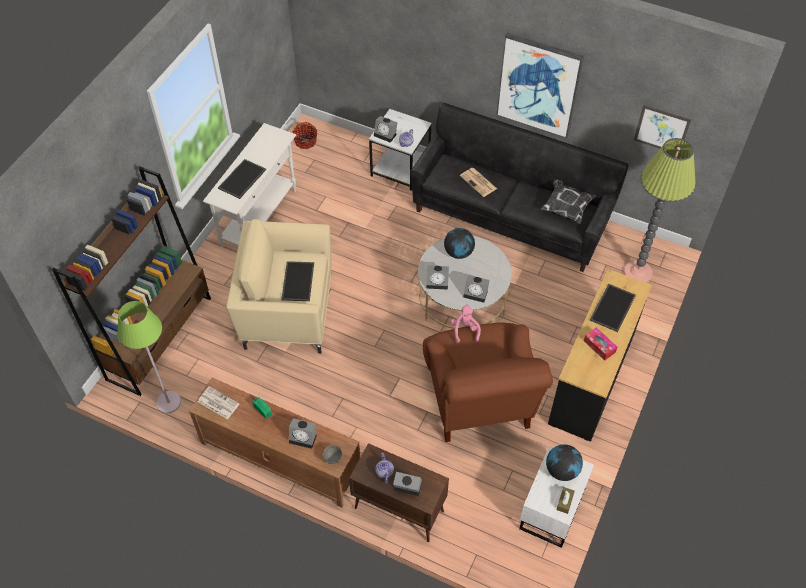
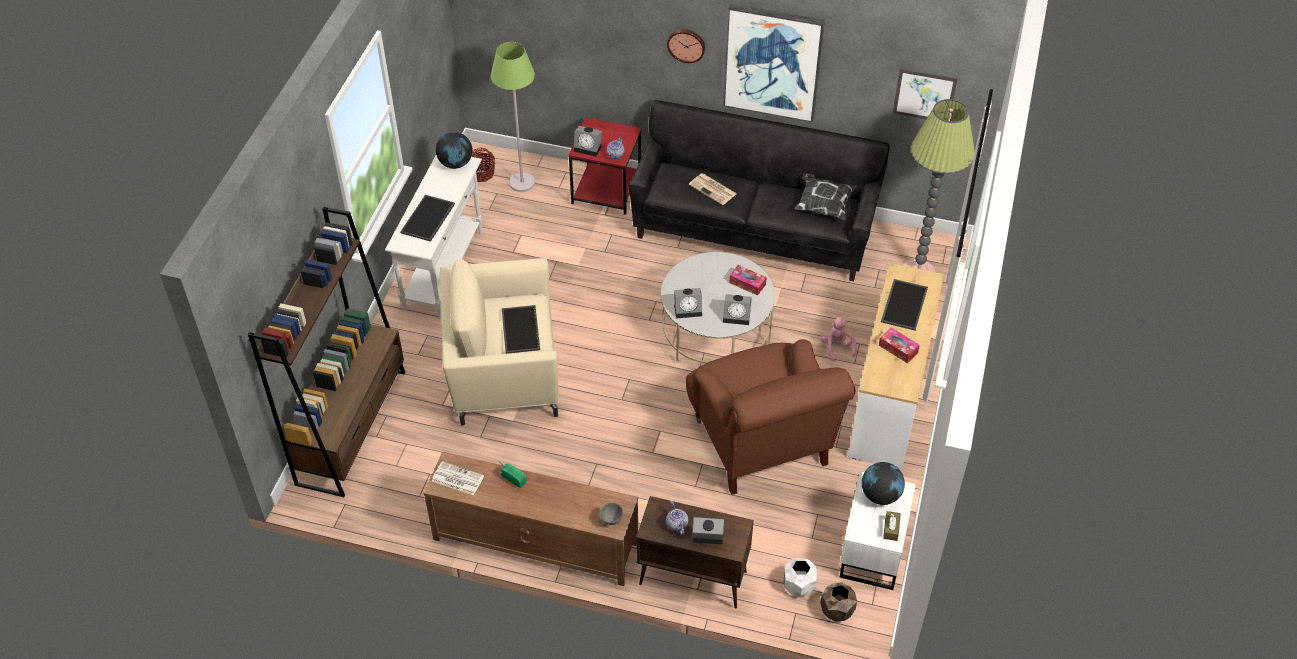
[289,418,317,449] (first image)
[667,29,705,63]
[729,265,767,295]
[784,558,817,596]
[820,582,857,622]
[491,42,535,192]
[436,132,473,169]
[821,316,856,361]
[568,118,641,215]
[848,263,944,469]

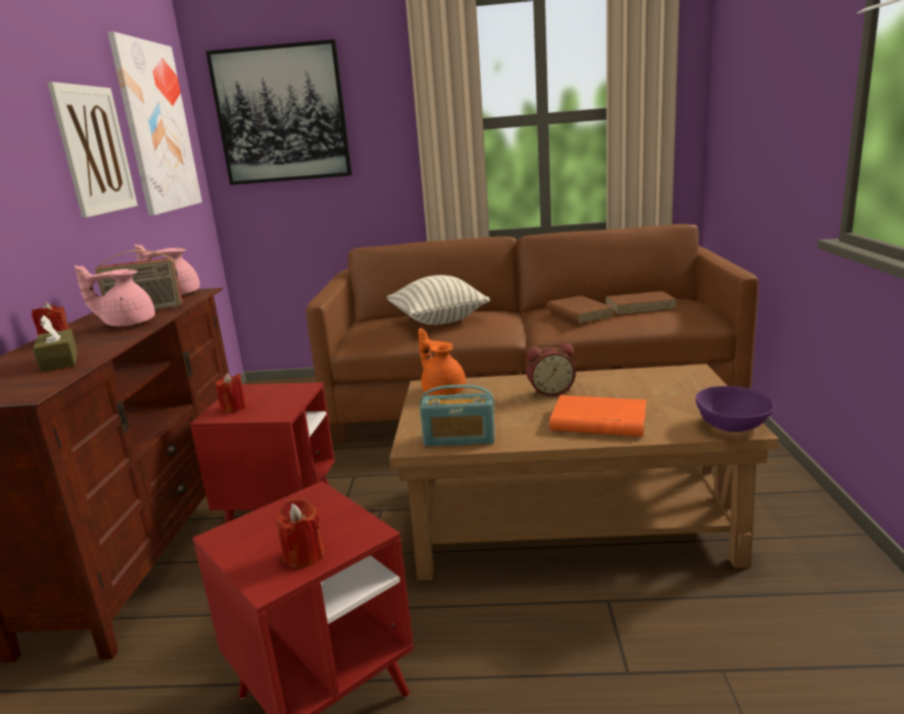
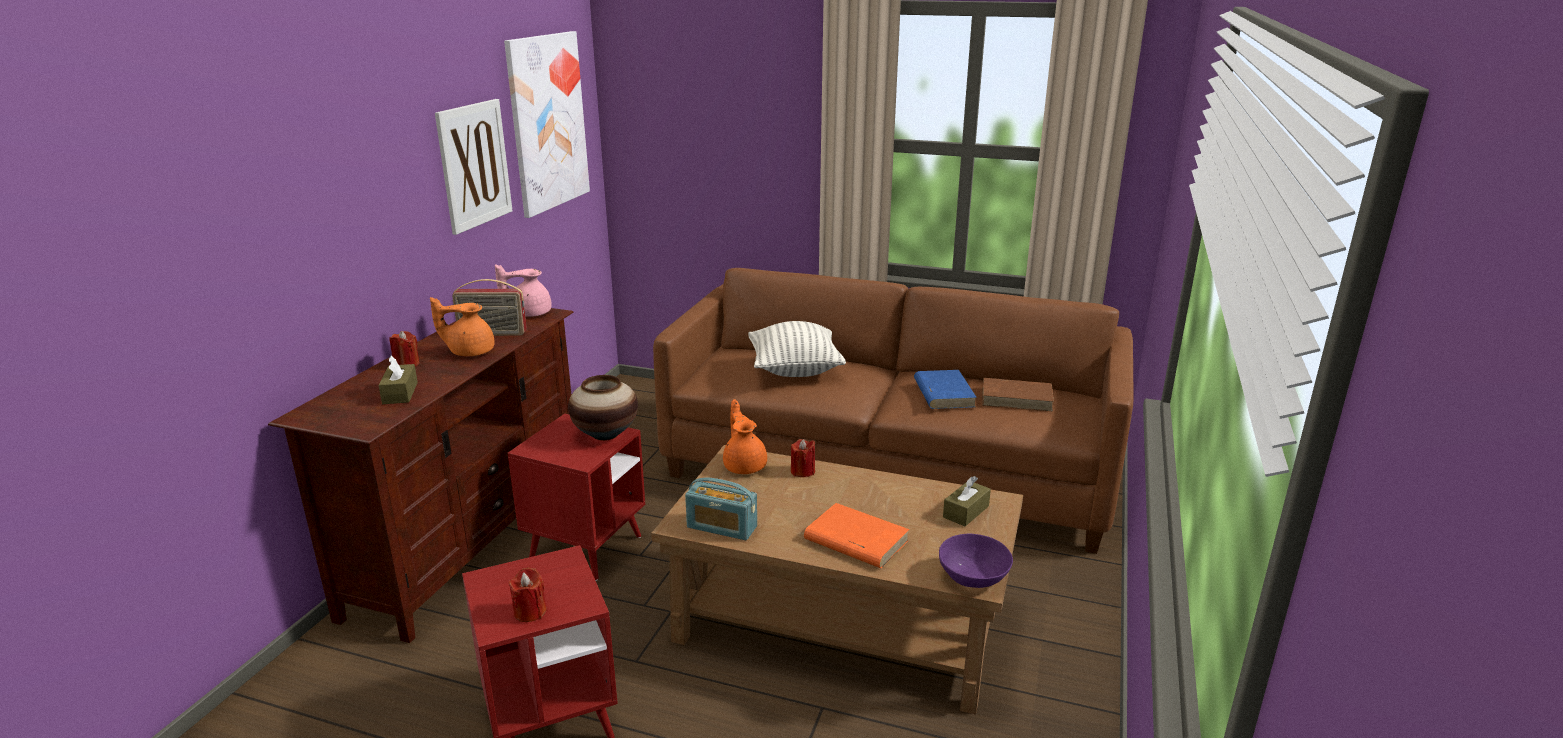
[206,39,352,185] (first image)
[526,343,576,396] (first image)
[568,375,638,441]
[943,476,991,526]
[791,439,815,477]
[430,297,494,356]
[914,370,977,409]

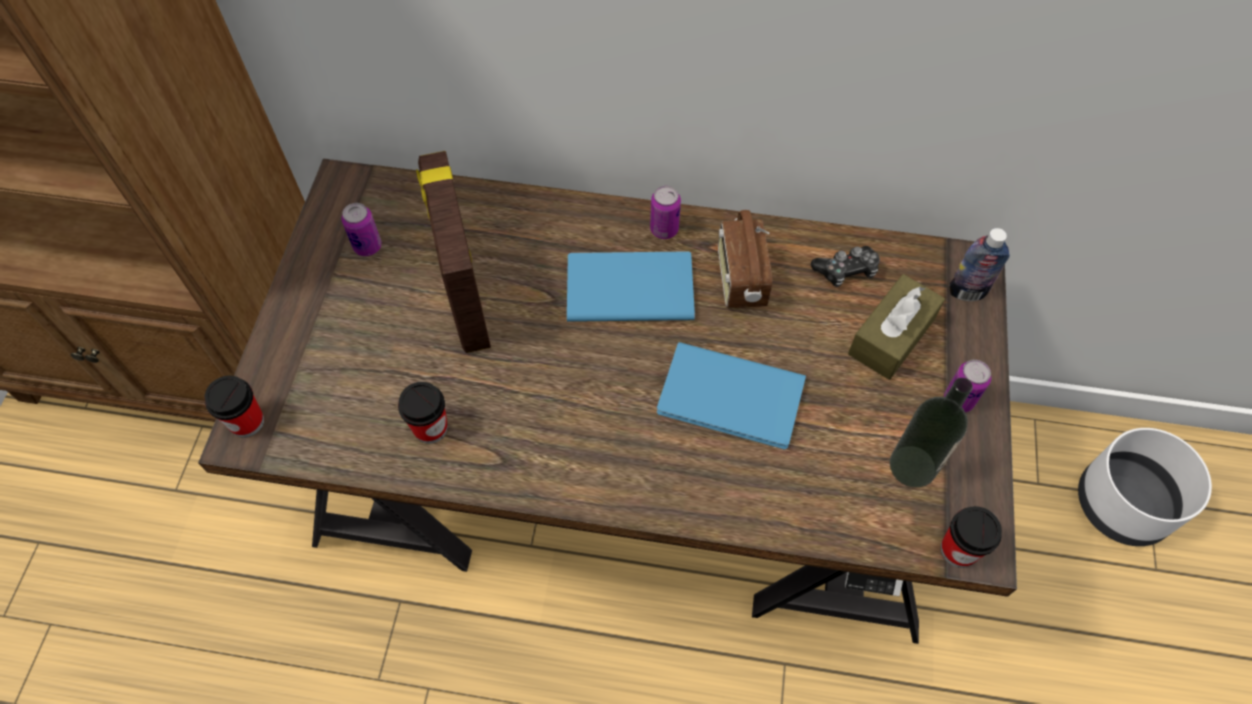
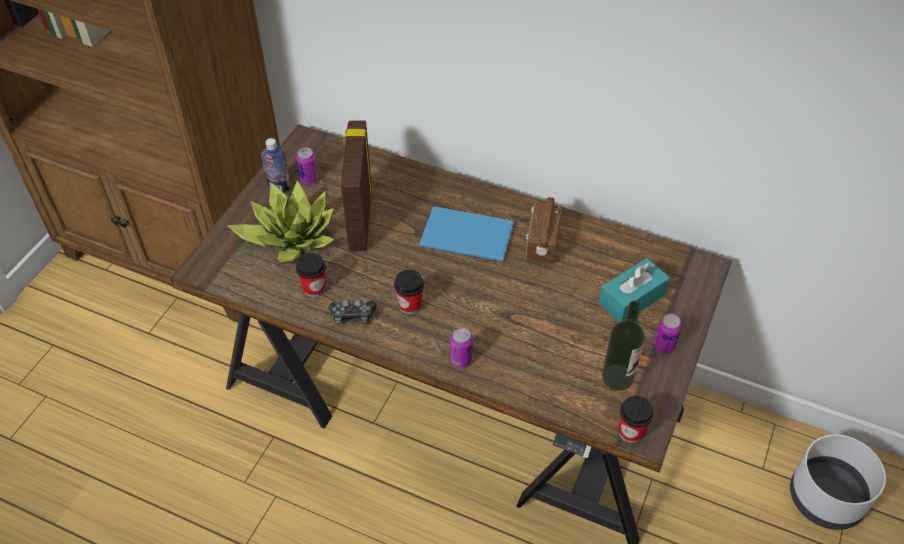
[657,342,806,450] (first image)
[227,180,334,263]
[394,270,424,315]
[450,327,473,368]
[329,299,377,325]
[261,138,291,193]
[598,258,670,322]

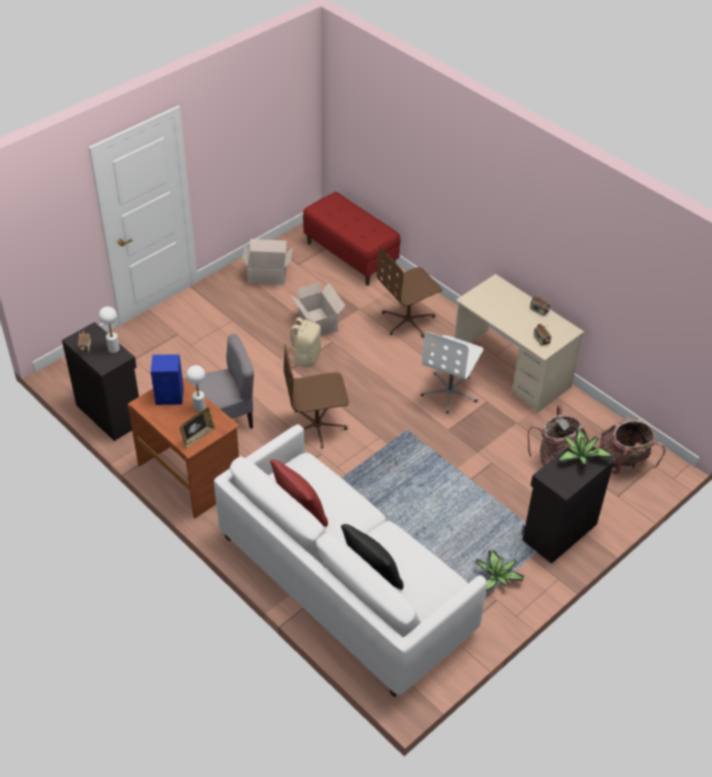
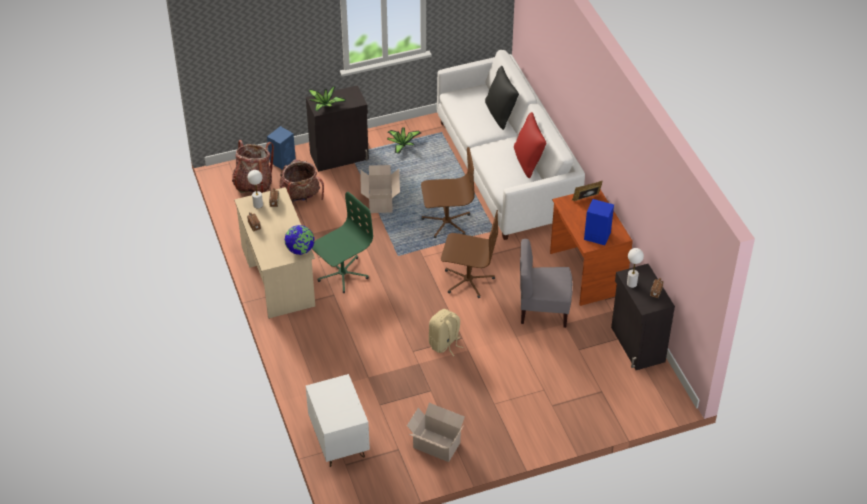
[267,126,296,170]
[285,225,314,255]
[248,170,263,209]
[360,165,400,213]
[421,147,474,238]
[306,374,370,467]
[312,192,373,293]

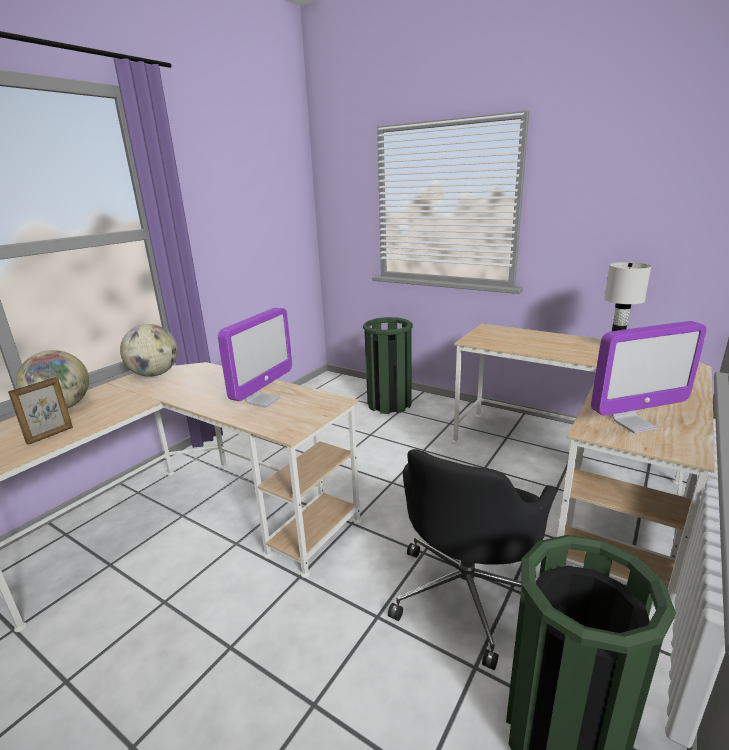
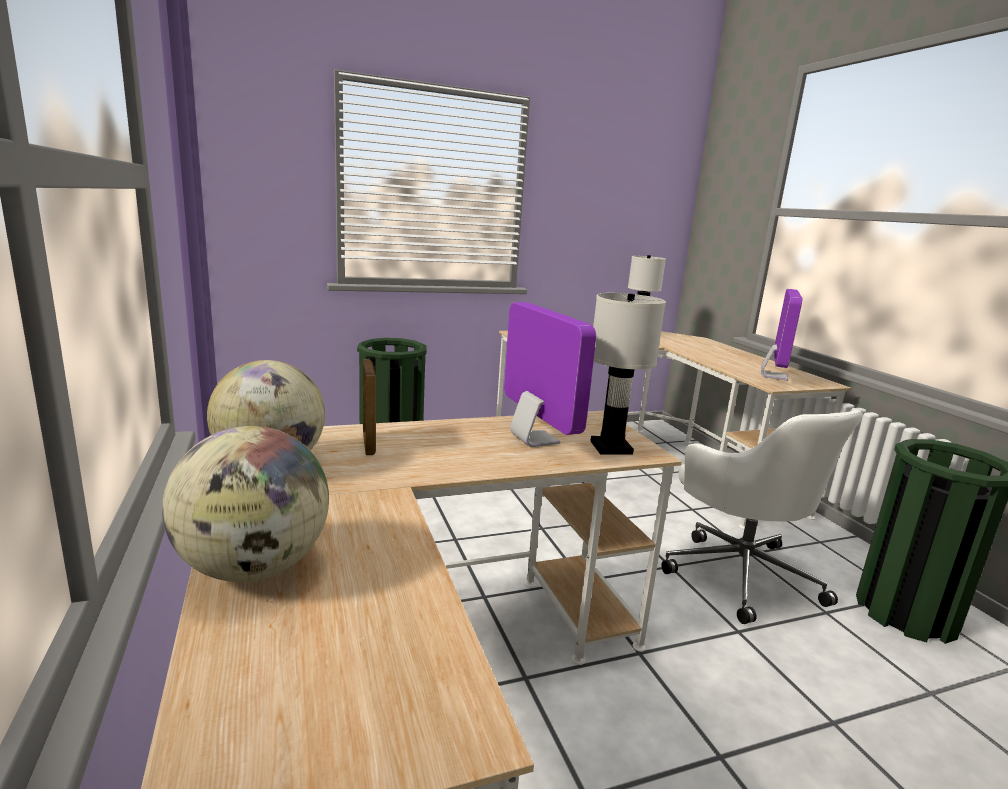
[591,293,666,455]
[363,359,376,455]
[661,410,863,624]

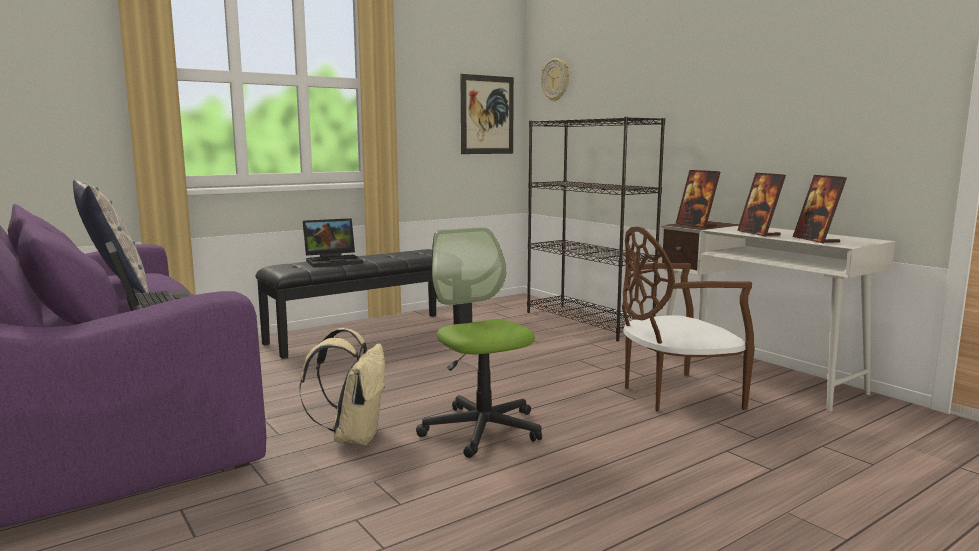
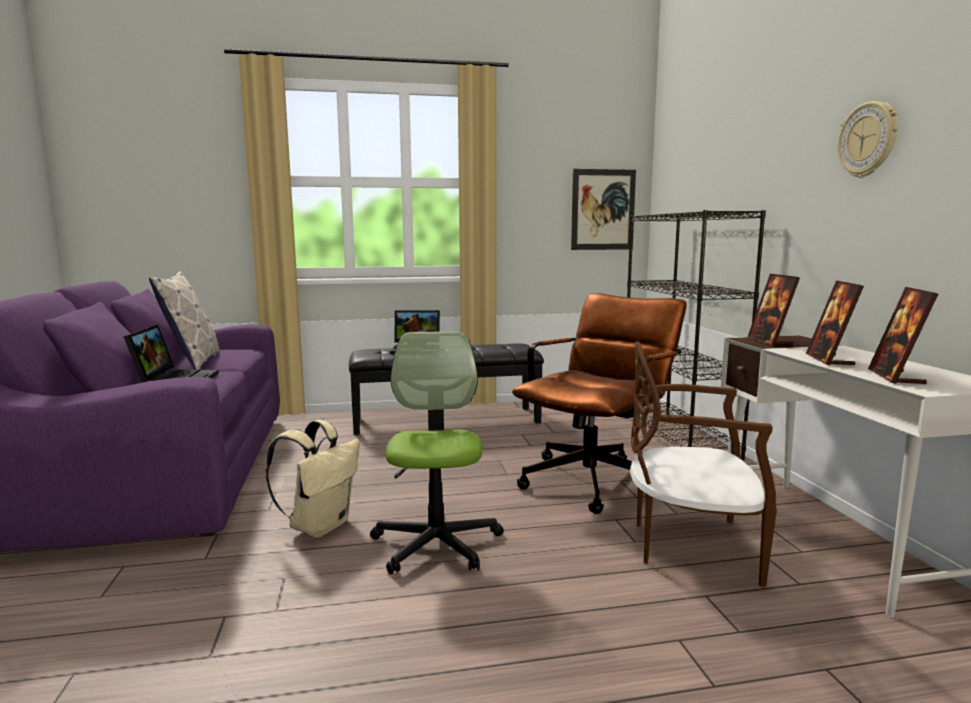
[512,293,687,514]
[838,101,898,178]

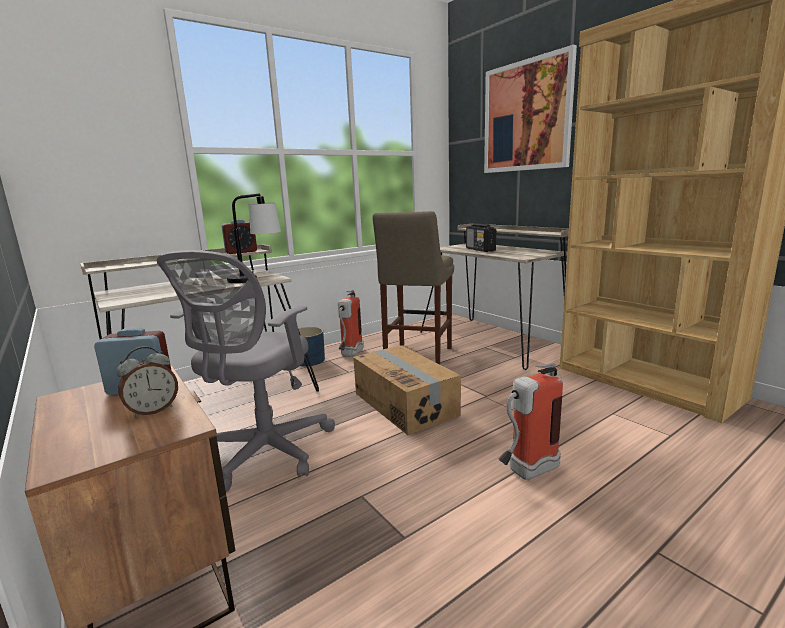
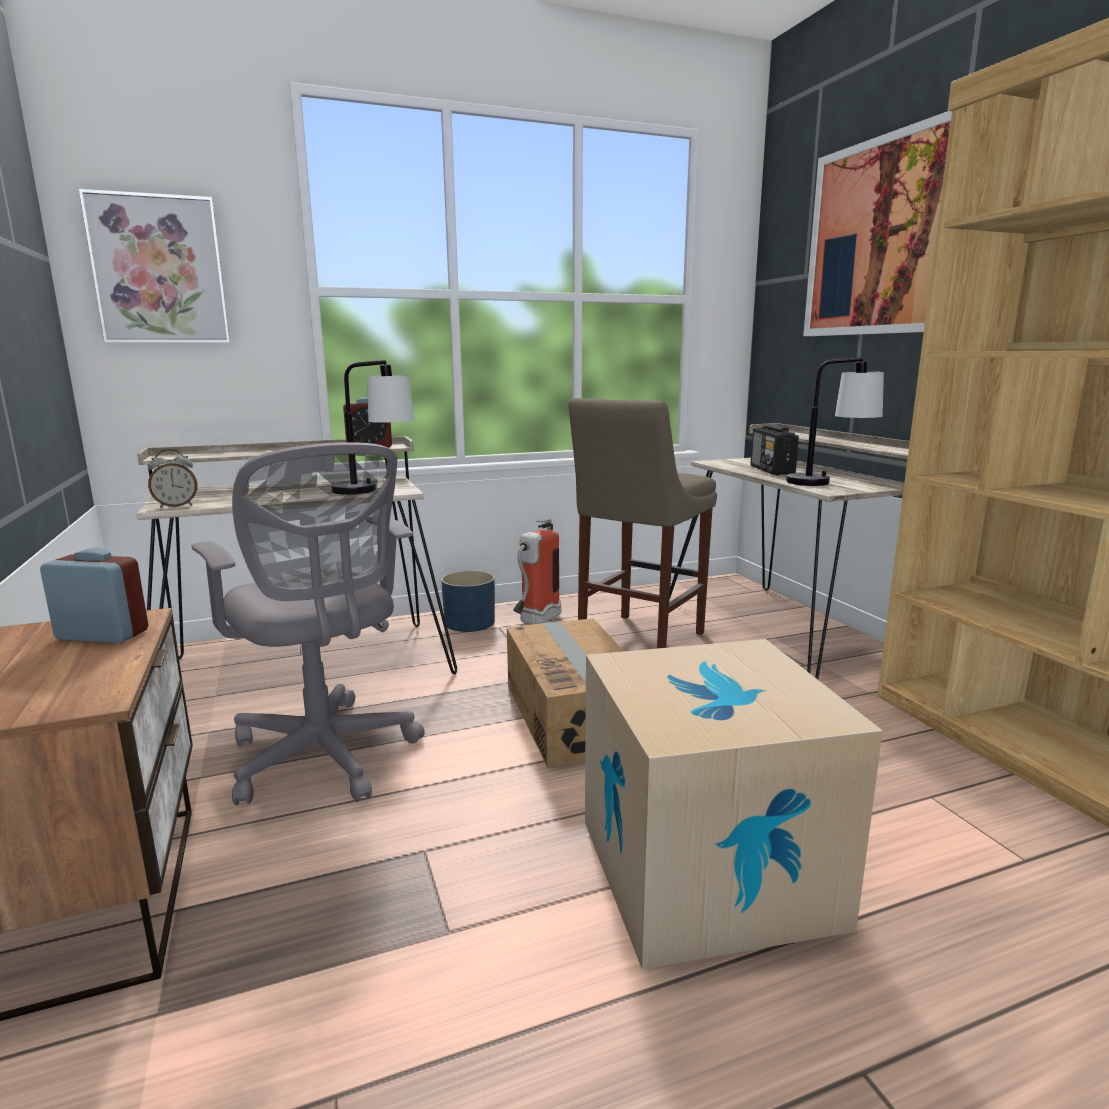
[79,189,231,343]
[786,357,884,486]
[148,449,198,508]
[585,639,883,969]
[191,442,425,805]

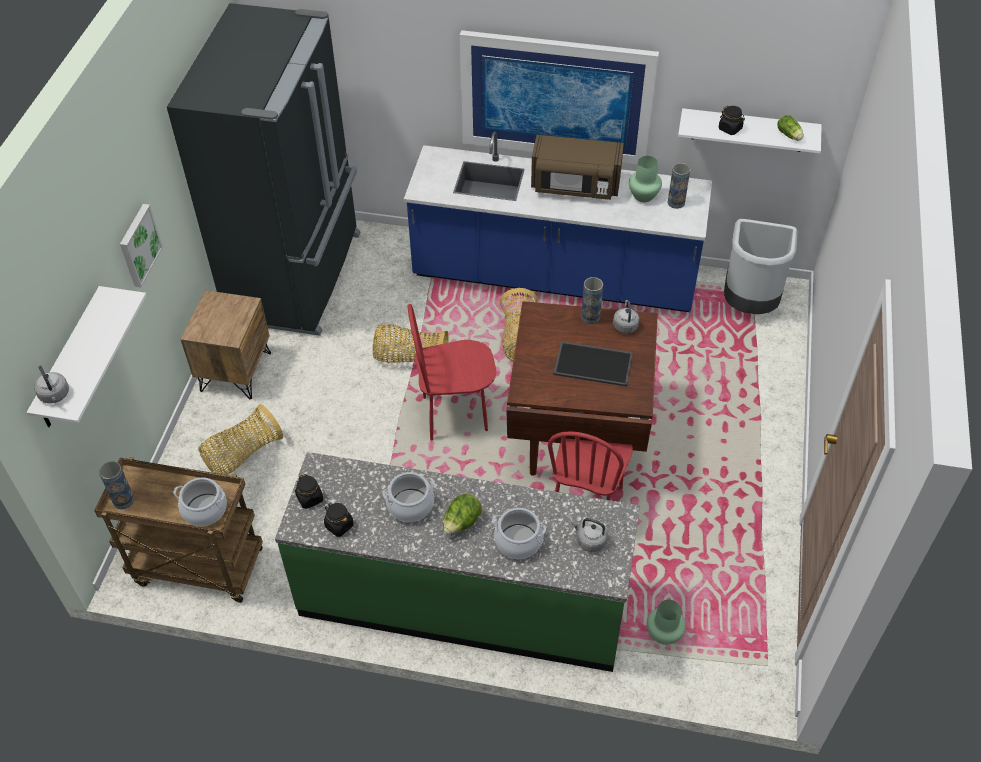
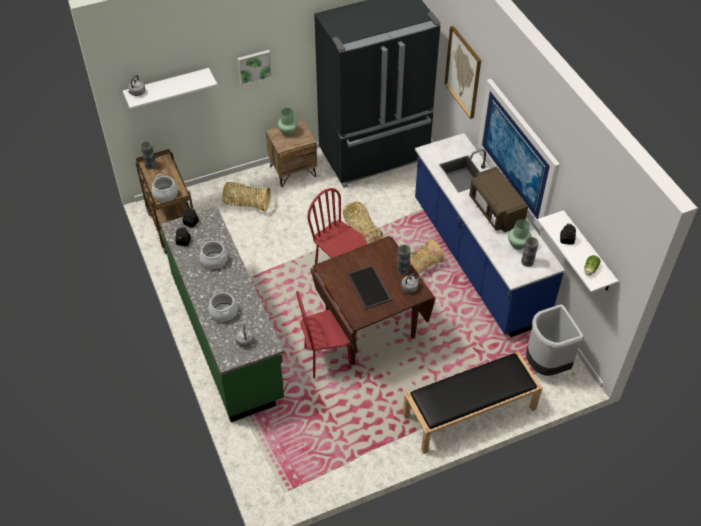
[444,494,482,534] (first image)
[403,351,542,454]
[445,26,481,119]
[278,108,298,136]

